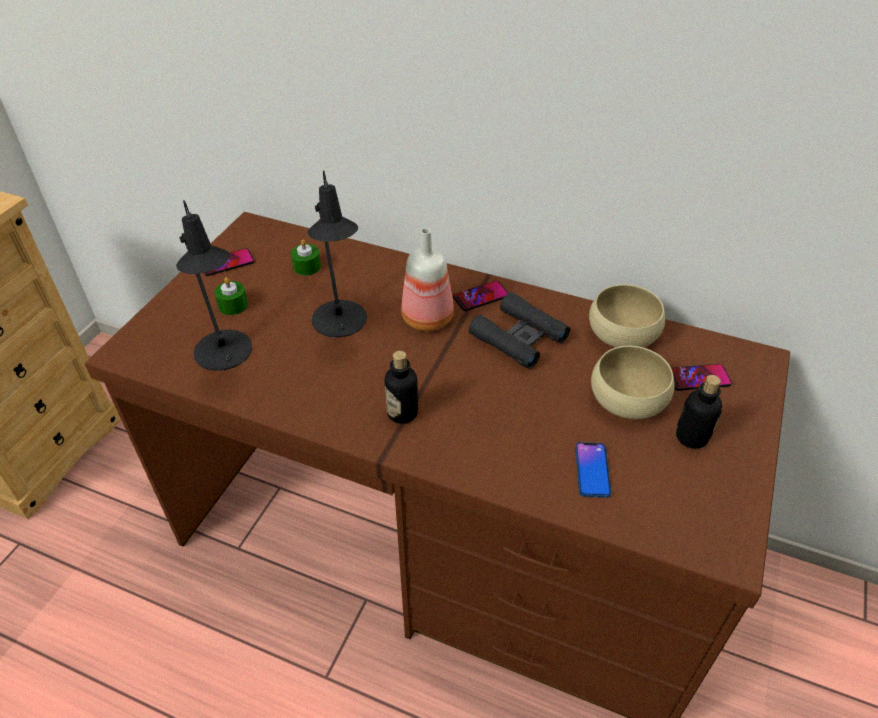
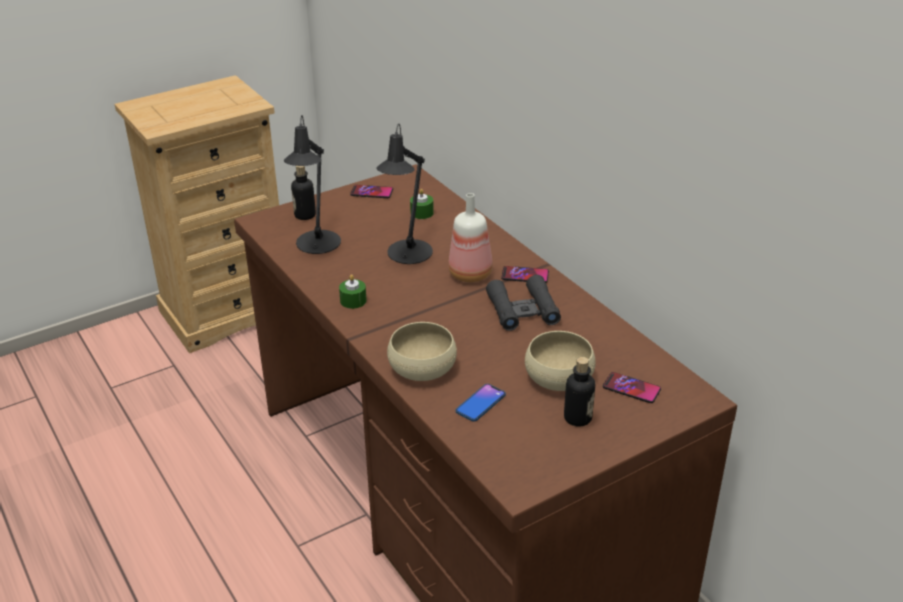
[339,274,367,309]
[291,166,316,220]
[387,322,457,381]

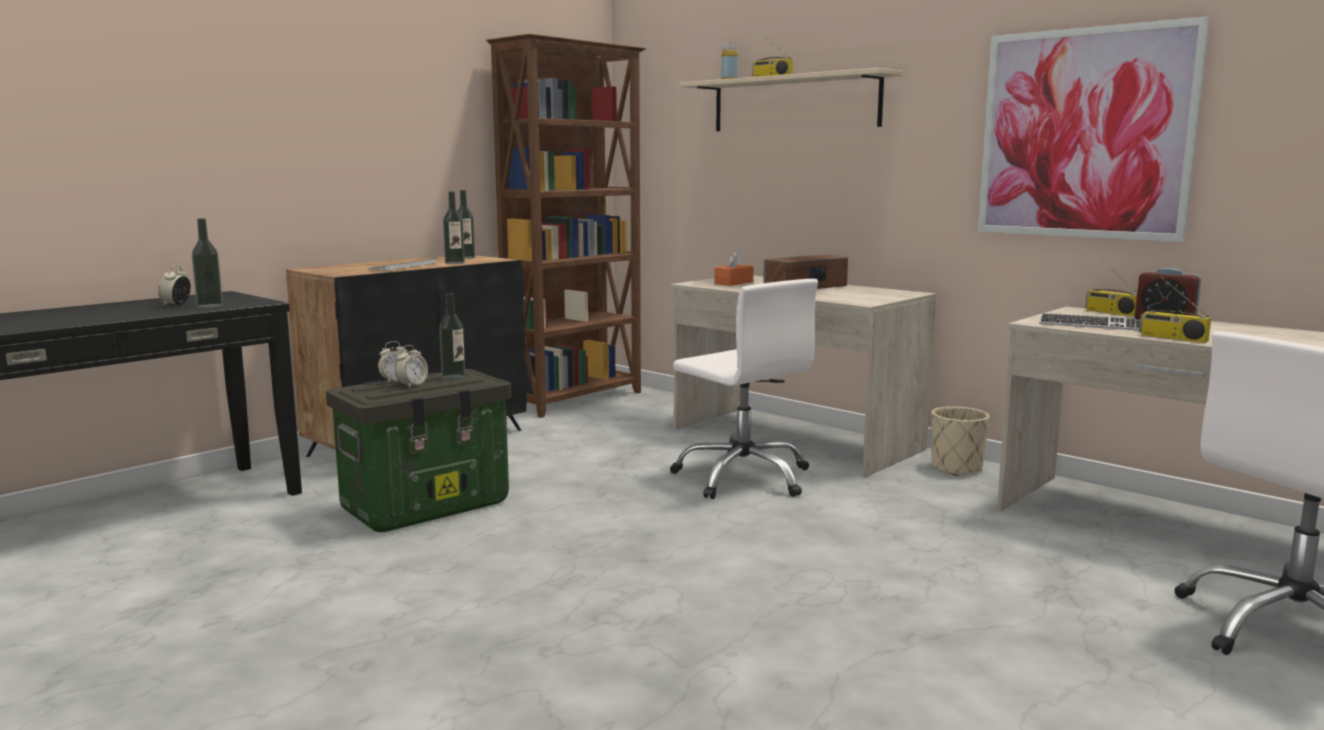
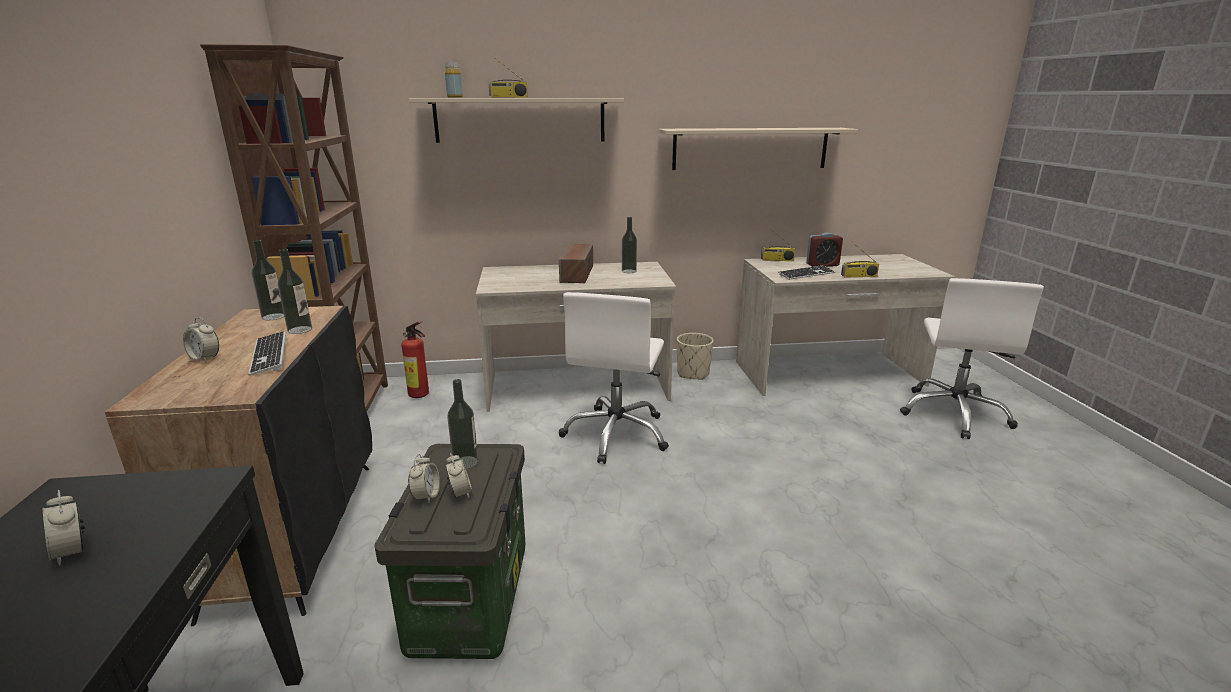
[714,251,754,286] (first image)
[183,317,219,362]
[401,321,429,398]
[622,217,637,273]
[659,128,858,170]
[559,292,669,464]

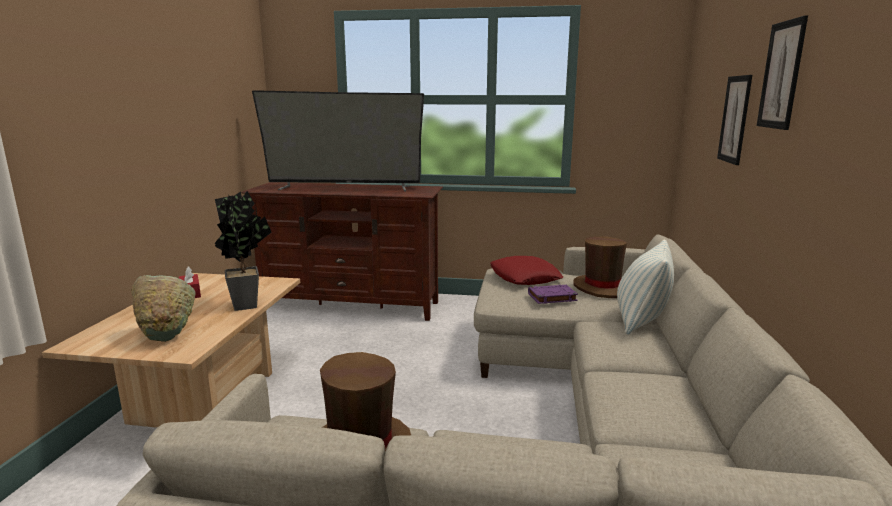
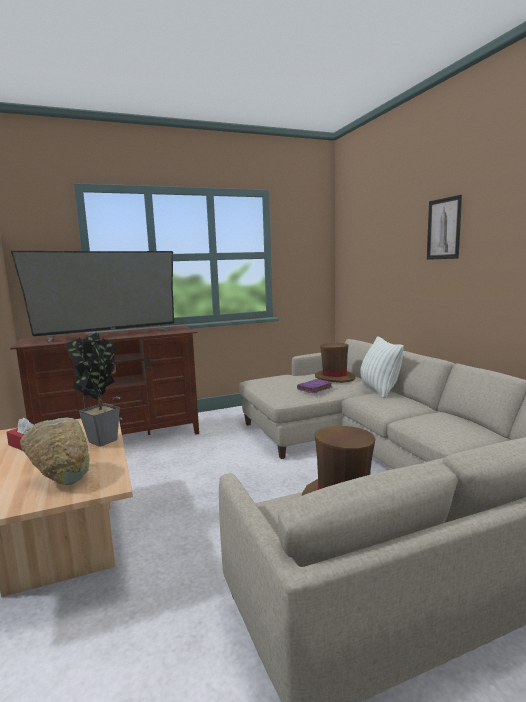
[490,256,563,285] (first image)
[717,75,752,165] (first image)

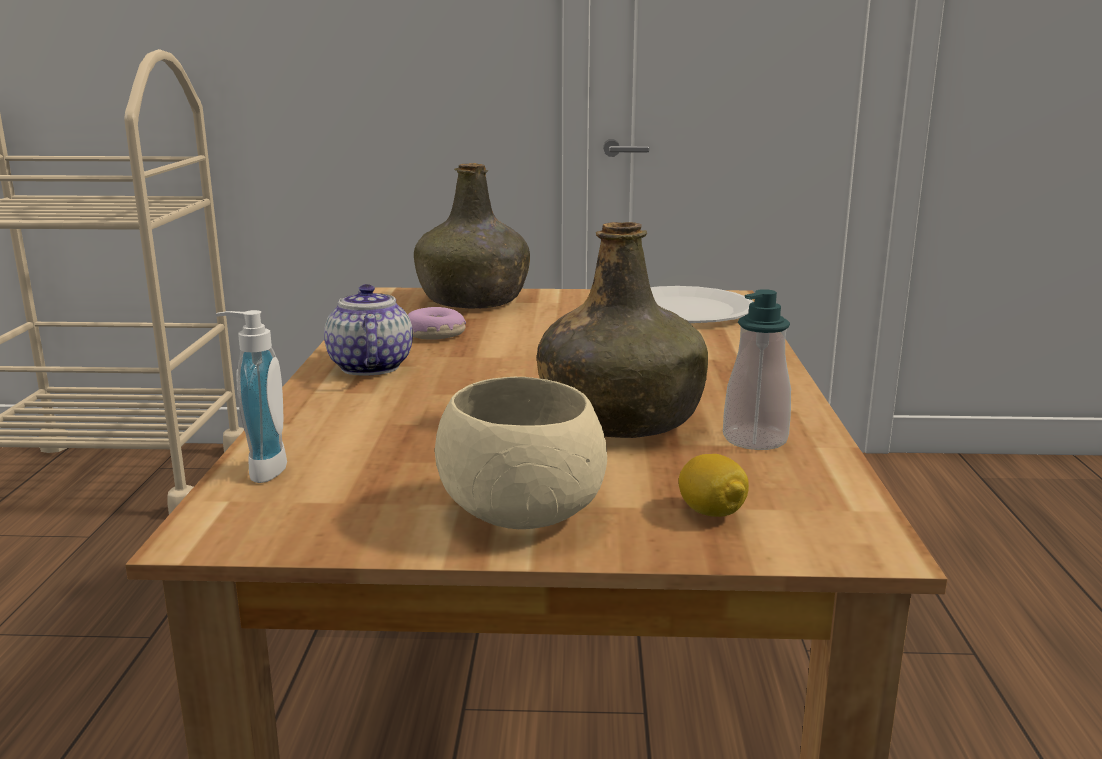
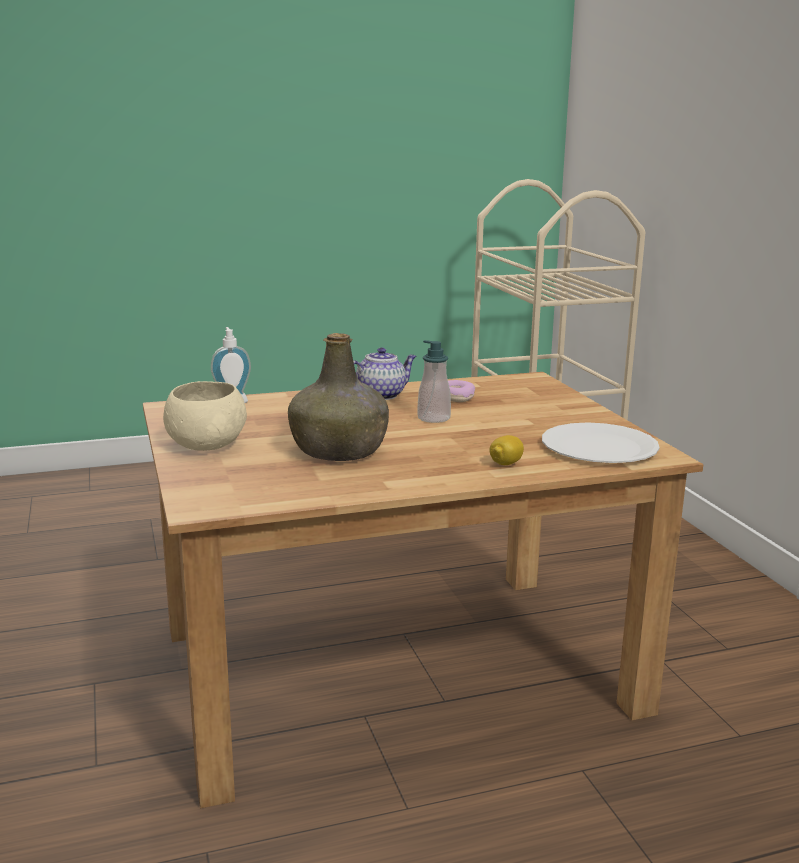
[414,163,530,309] (first image)
[490,435,524,465]
[417,340,451,423]

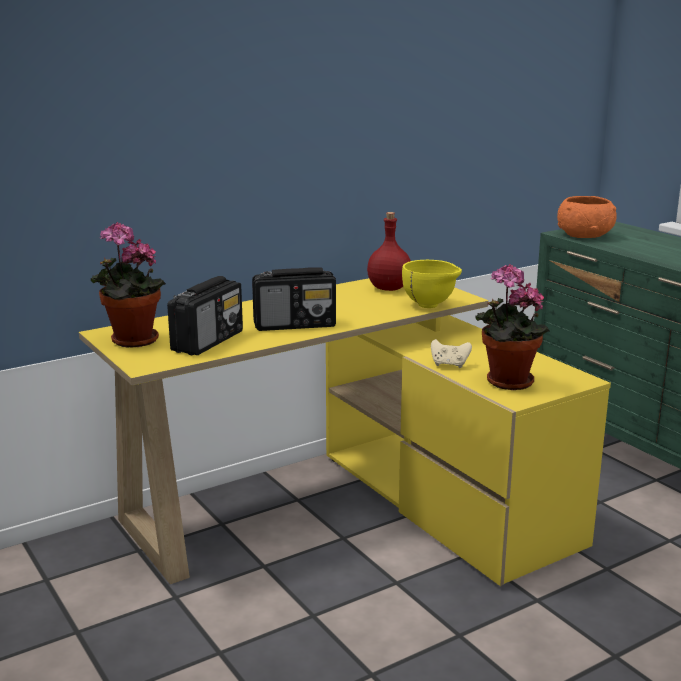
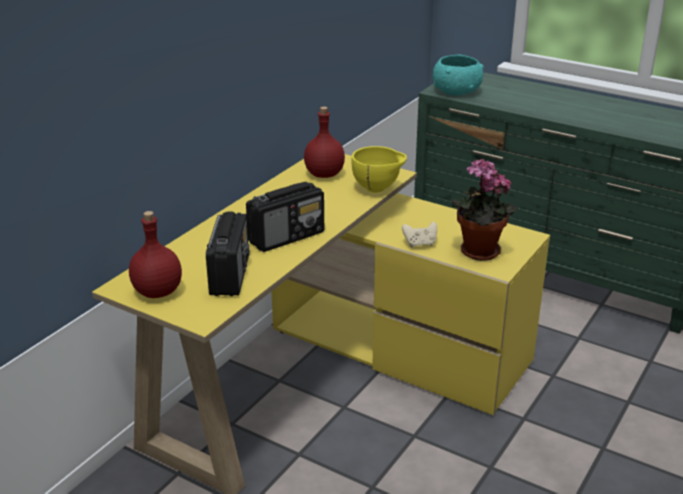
[129,211,182,298]
[433,54,484,96]

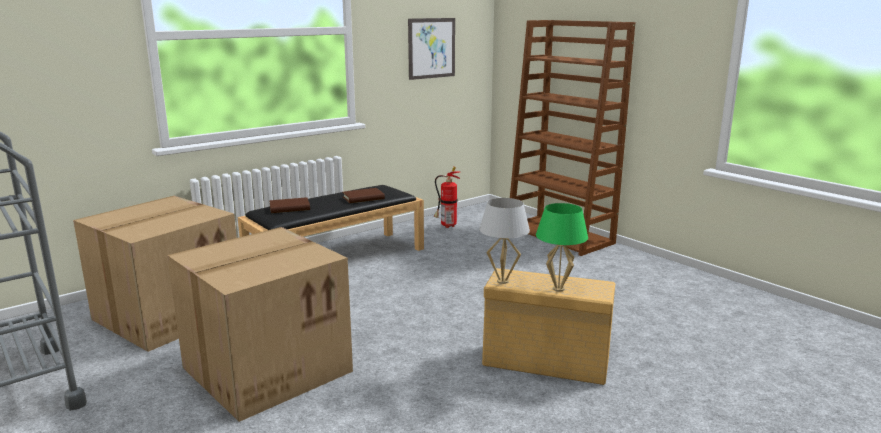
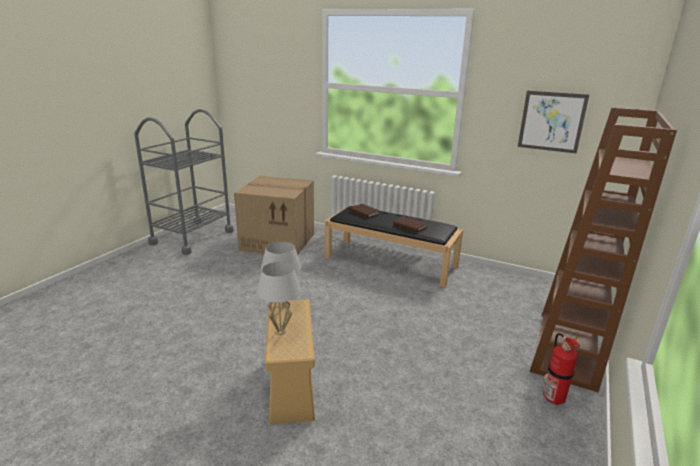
[167,227,353,422] (first image)
[543,333,580,405]
[257,262,301,335]

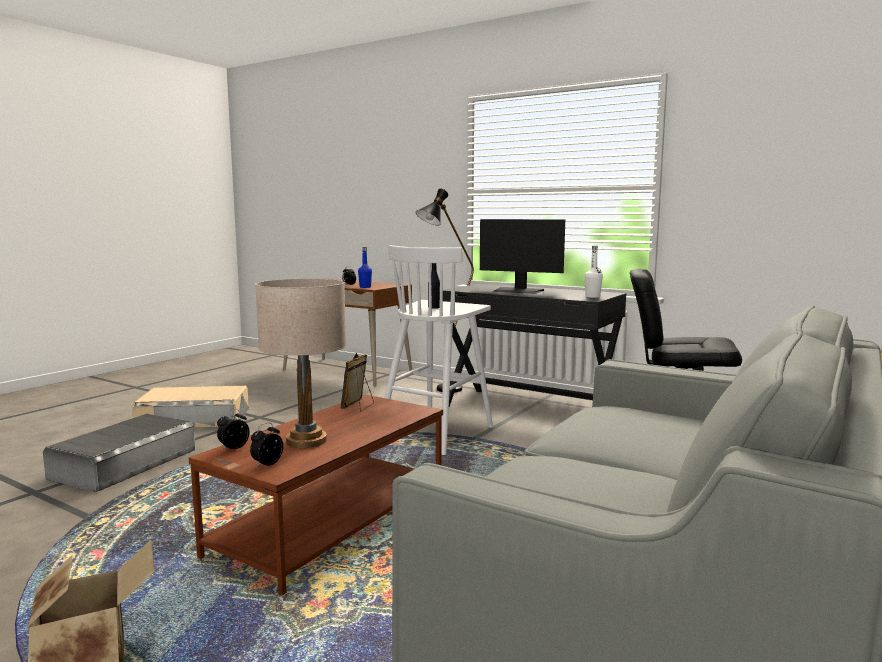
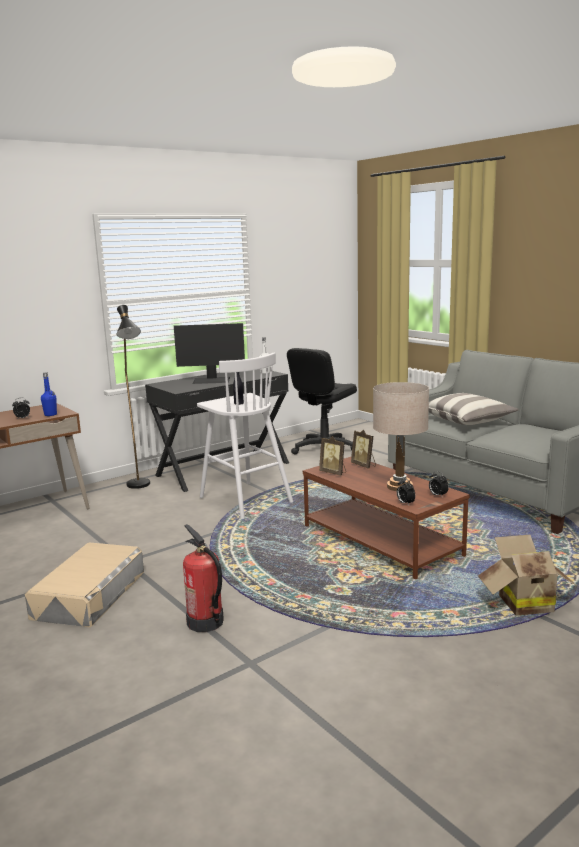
[351,430,376,469]
[429,393,519,425]
[183,524,224,632]
[174,323,245,384]

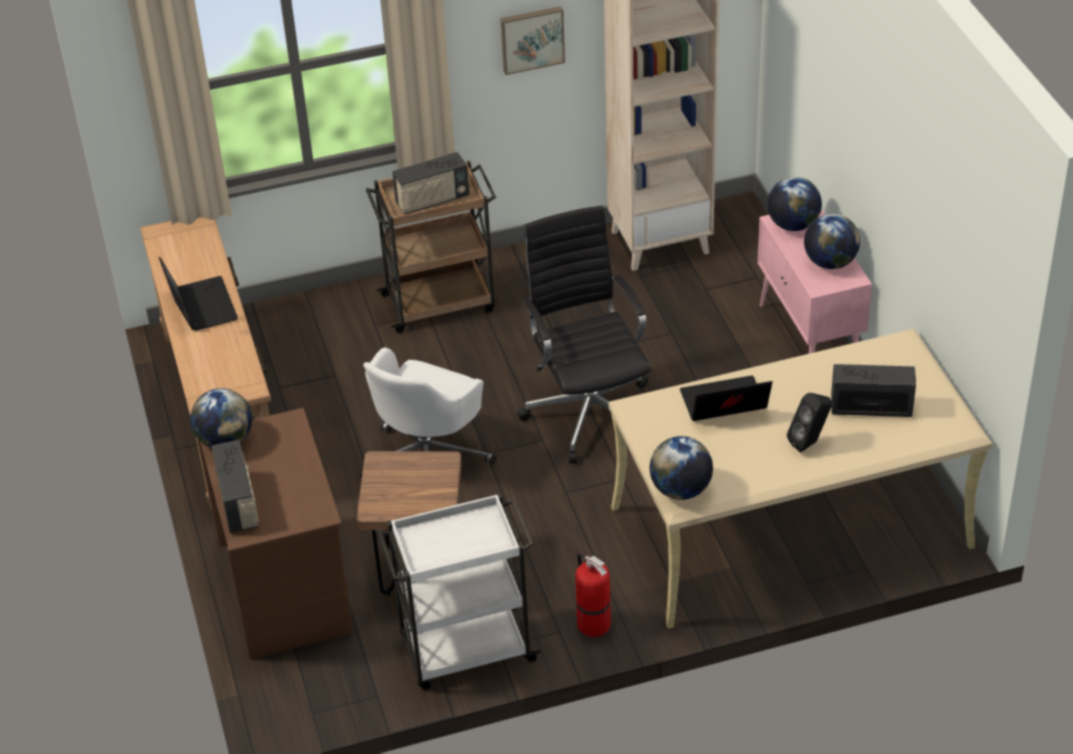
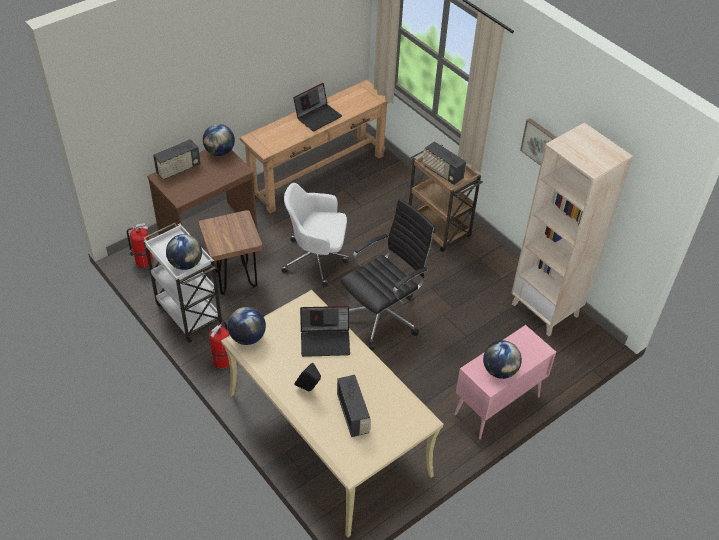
[127,223,153,268]
[166,234,202,270]
[300,306,350,357]

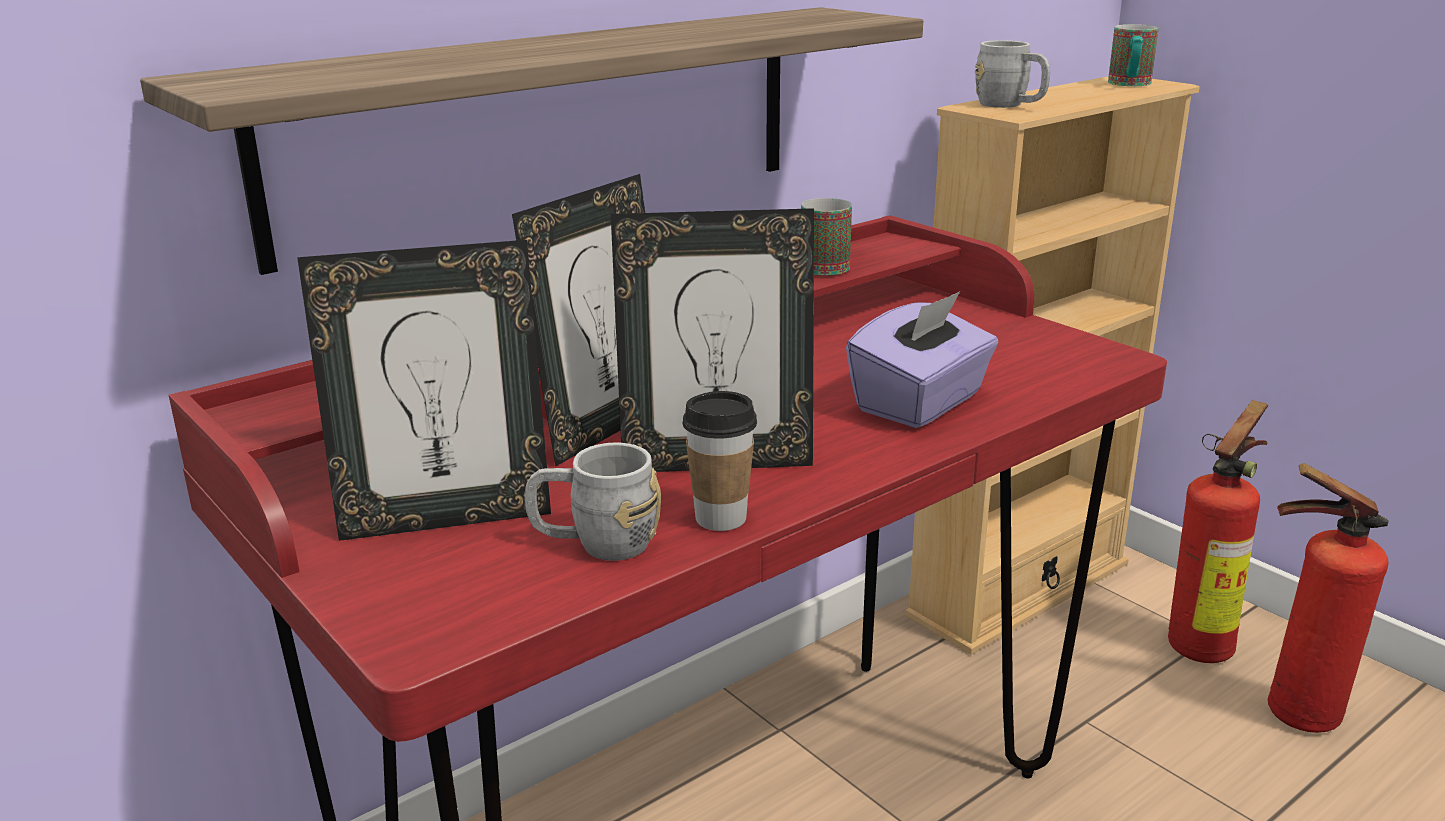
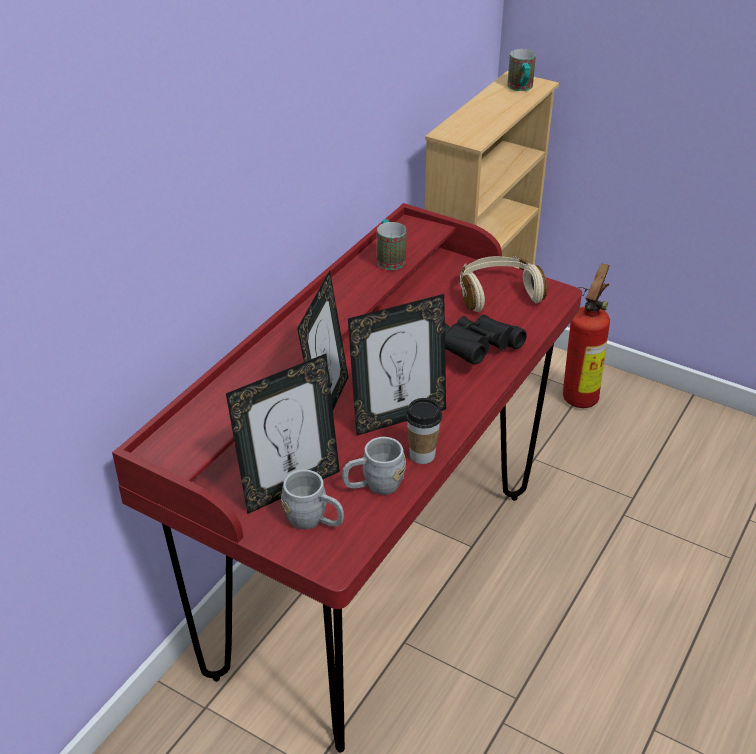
[140,7,923,275] (first image)
[1268,463,1389,733] (first image)
[460,256,547,312]
[281,470,344,529]
[445,315,527,365]

